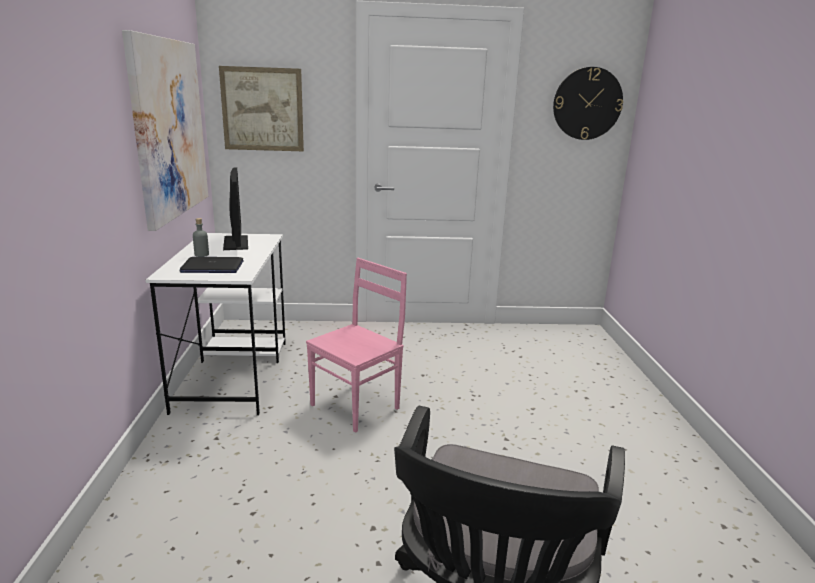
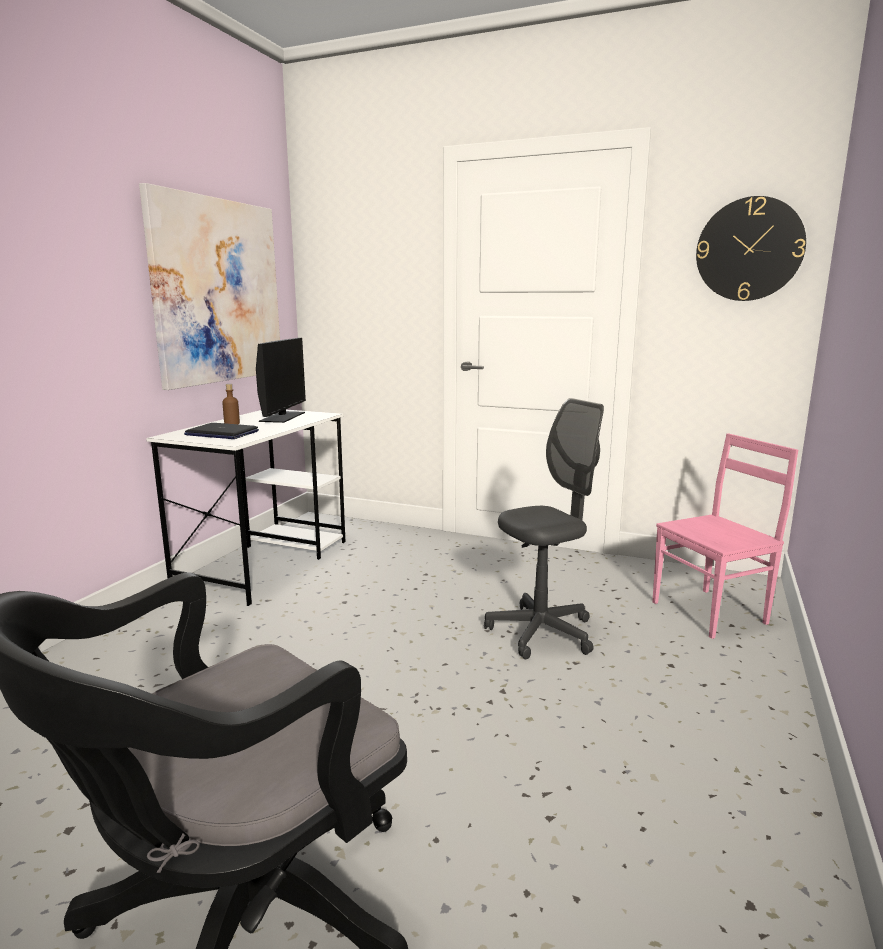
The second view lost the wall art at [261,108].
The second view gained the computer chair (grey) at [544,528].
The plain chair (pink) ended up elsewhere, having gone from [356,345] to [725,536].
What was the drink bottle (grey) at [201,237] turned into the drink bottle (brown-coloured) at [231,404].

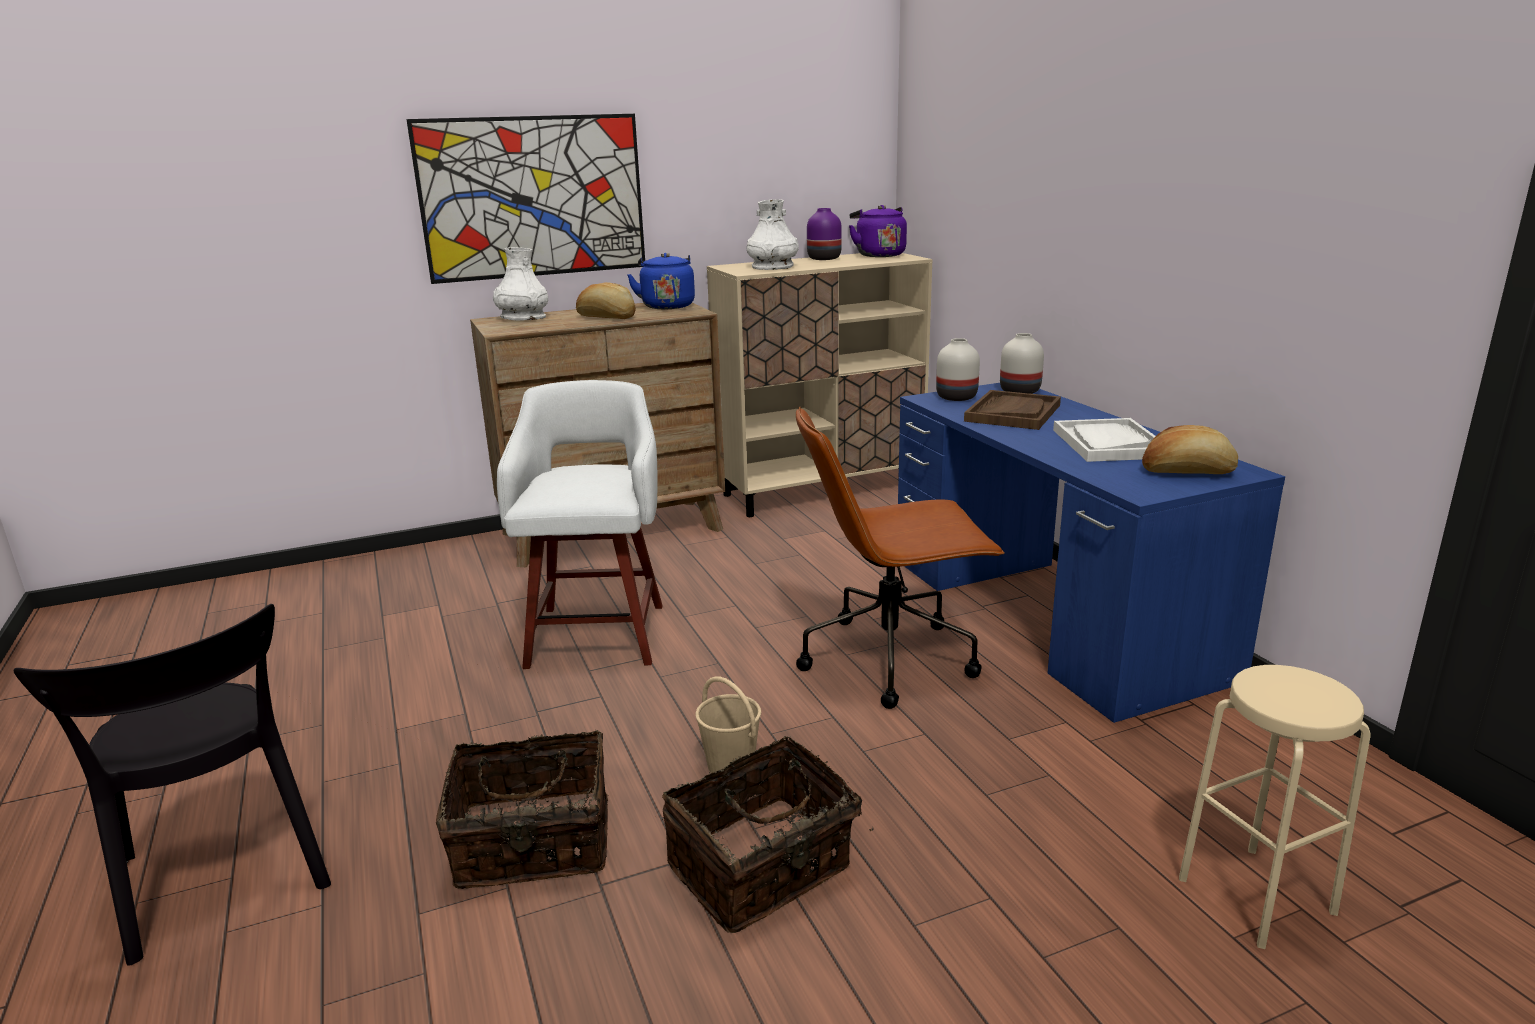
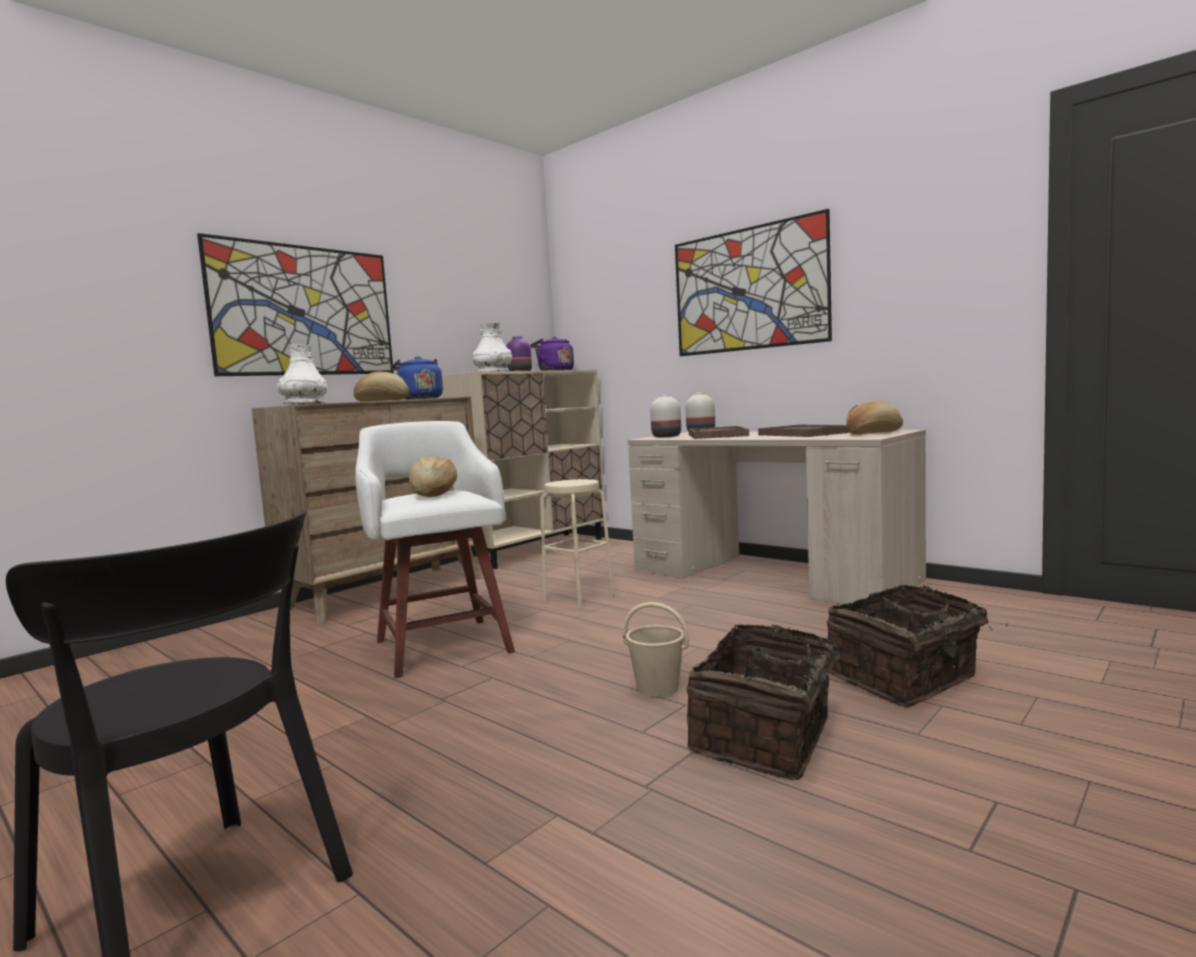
The second view lost the computer chair (brown-coloured) at [900,558].
The second view gained the bakery bread at [433,476].
The second view gained the wall art at [753,282].
The basket ended up elsewhere, having gone from [522,809] to [917,646].
The stool (beige) ended up elsewhere, having gone from [1275,807] to [577,543].
What was the desk (bluish) at [1091,553] turned into the desk (beige) at [777,517].
What was the tray (white) at [1104,440] turned into the tray (brown-coloured) at [804,431].

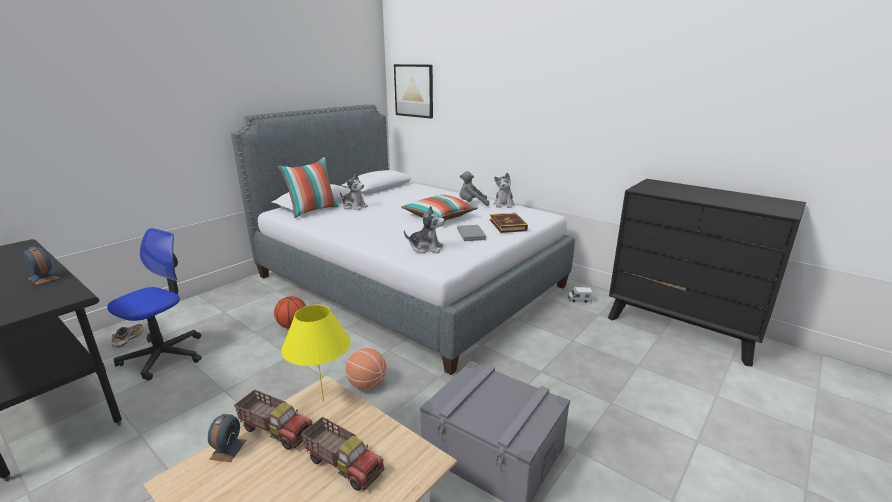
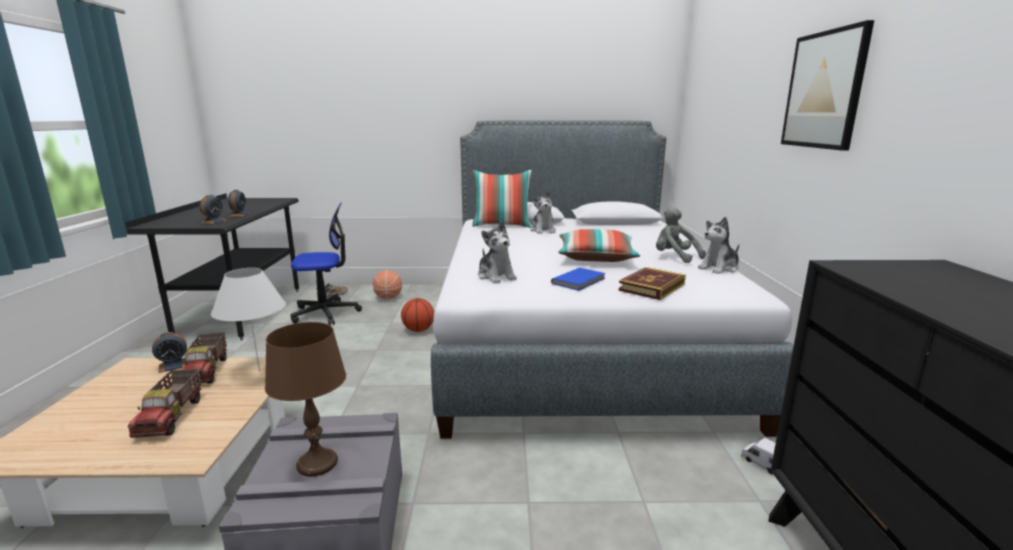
The second view gained the table clock at [213,209].
The second view gained the tabletop lamp (brown-coloured) at [305,399].
The basketball ball ended up elsewhere, having gone from [365,369] to [387,284].
The wall art ended up elsewhere, having gone from [413,91] to [827,85].
What was the tabletop lamp (yellow) at [316,353] turned into the tabletop lamp (white) at [248,320].
What was the book (grey) at [471,233] turned into the book (bluish) at [578,279].

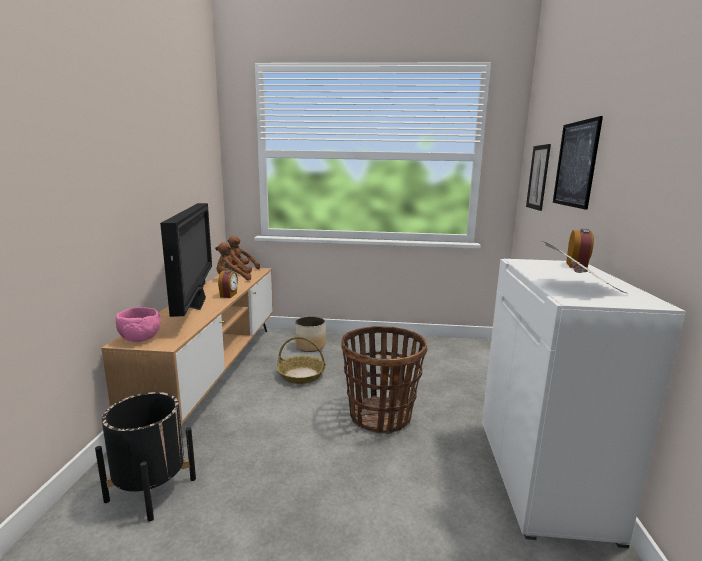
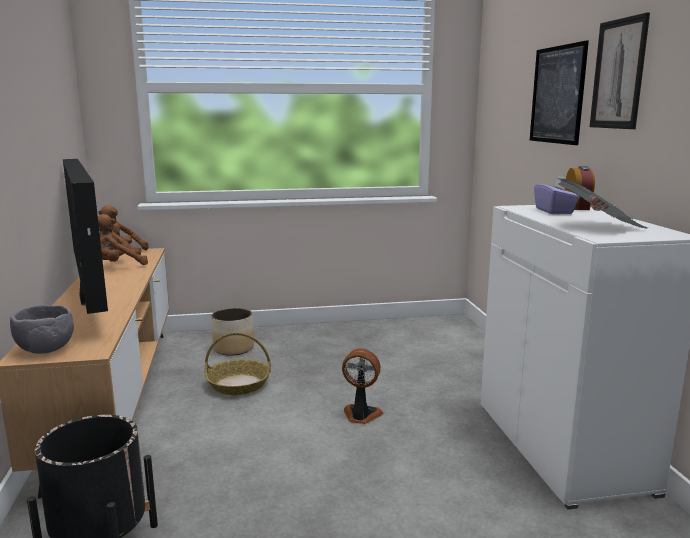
The second view lost the table clock at [228,284].
The second view gained the tissue box (purple) at [556,195].
The wall art ended up elsewhere, having gone from [538,177] to [620,70].
Where the basket stood at [384,380], the fan came to stand at [363,386].
What was the serving bowl (pink) at [138,324] turned into the serving bowl (grey) at [42,329].

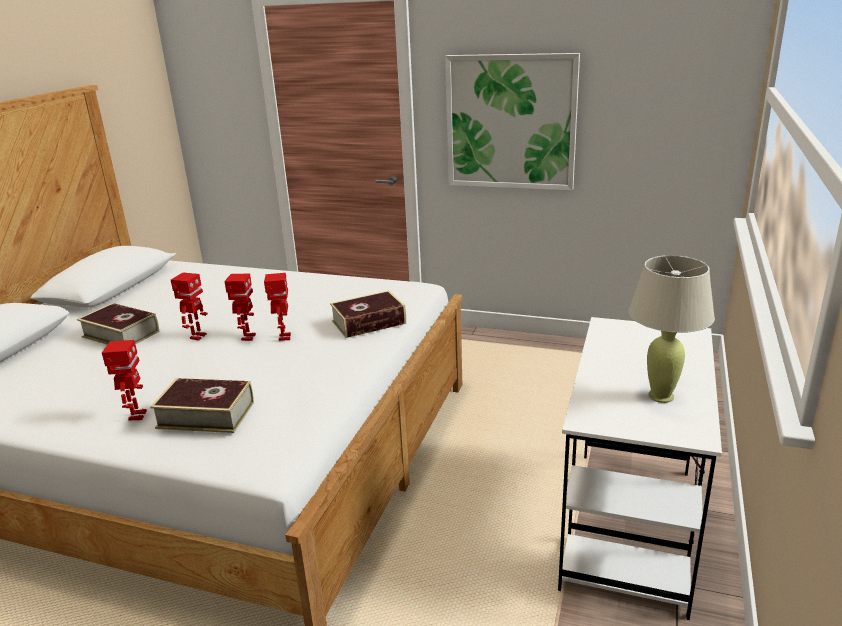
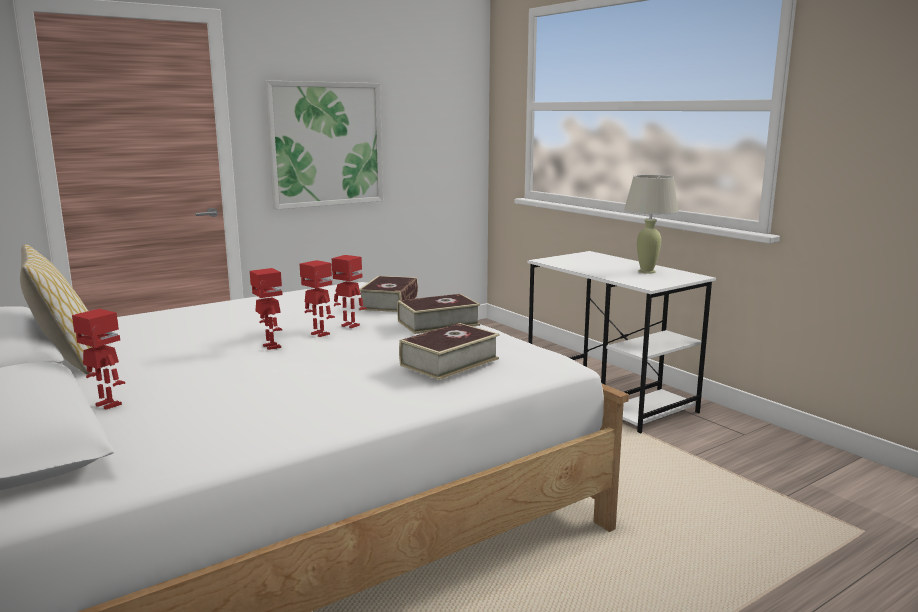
The second view gained the pillow at [56,309].
The book ended up elsewhere, having gone from [118,324] to [438,314].
The model robot ended up elsewhere, having gone from [124,380] to [98,359].

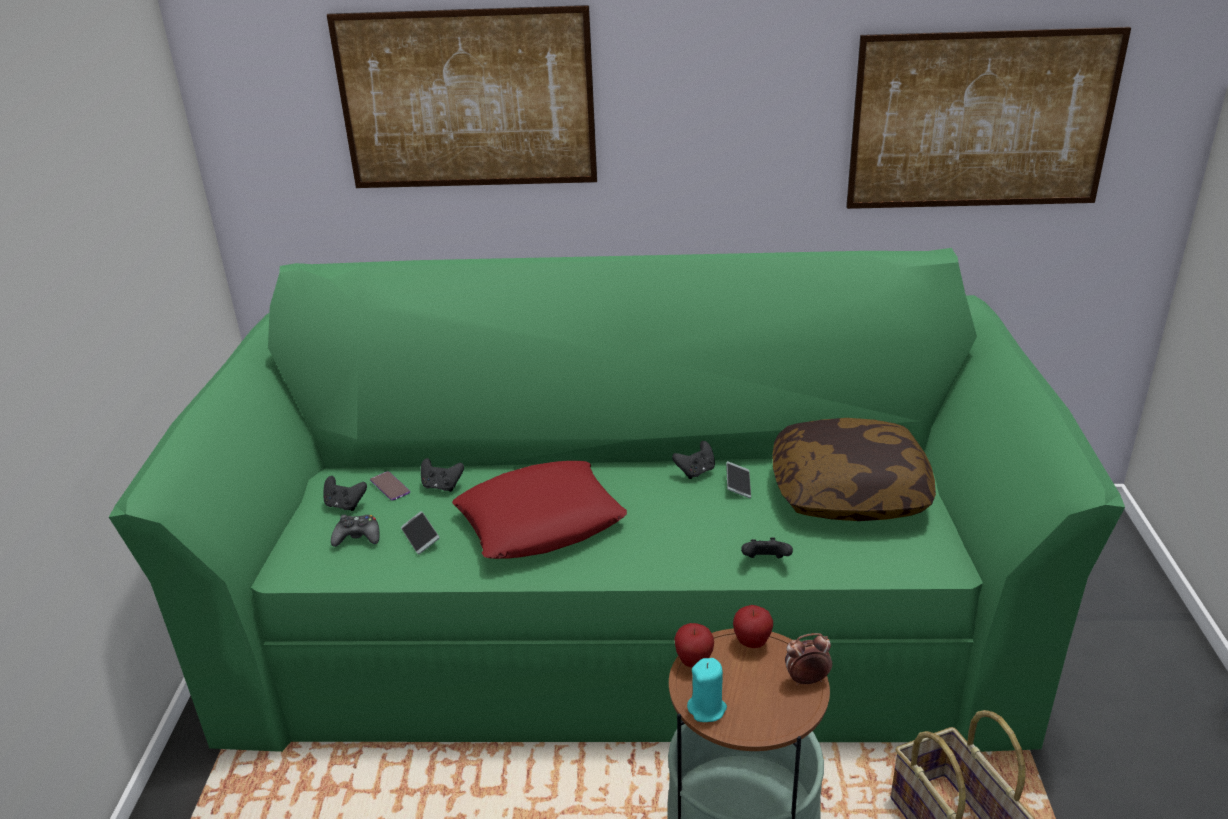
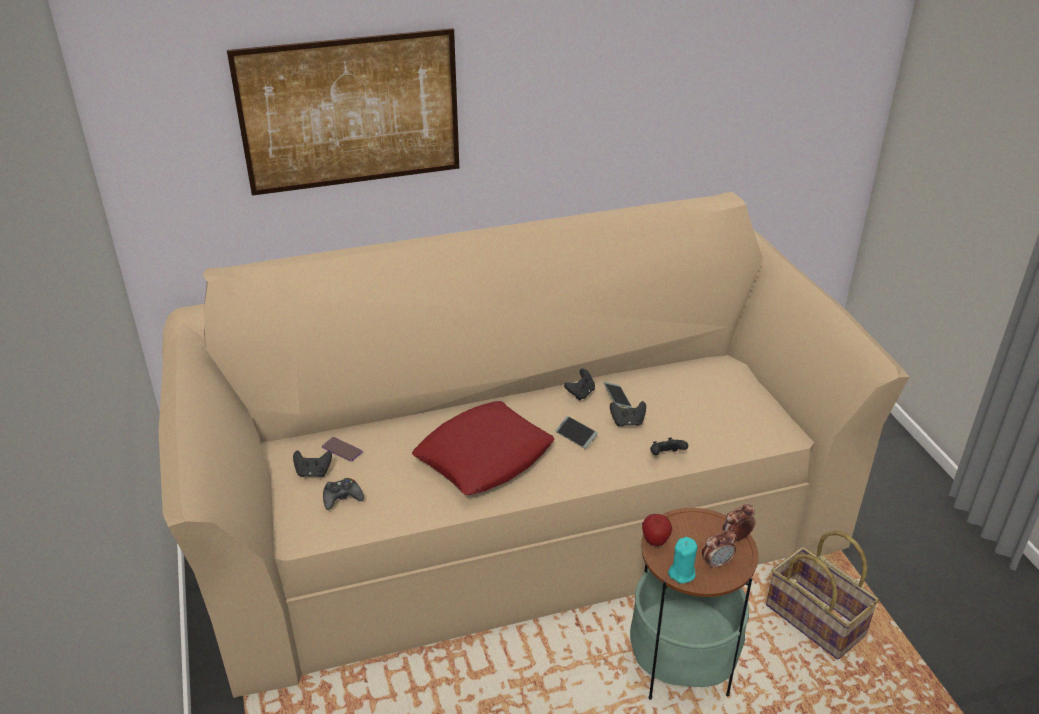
The second view lost the whole apple at [753,626].
The second view lost the pillow at [854,469].
The second view lost the wall art at [988,118].
The second view gained the table clock at [719,549].
The telephone ended up elsewhere, having gone from [420,532] to [577,432].
The game controller (black-coloured) ended up elsewhere, having gone from [442,475] to [628,413].
What was the couch (green) at [617,500] turned into the couch (beige) at [534,445].

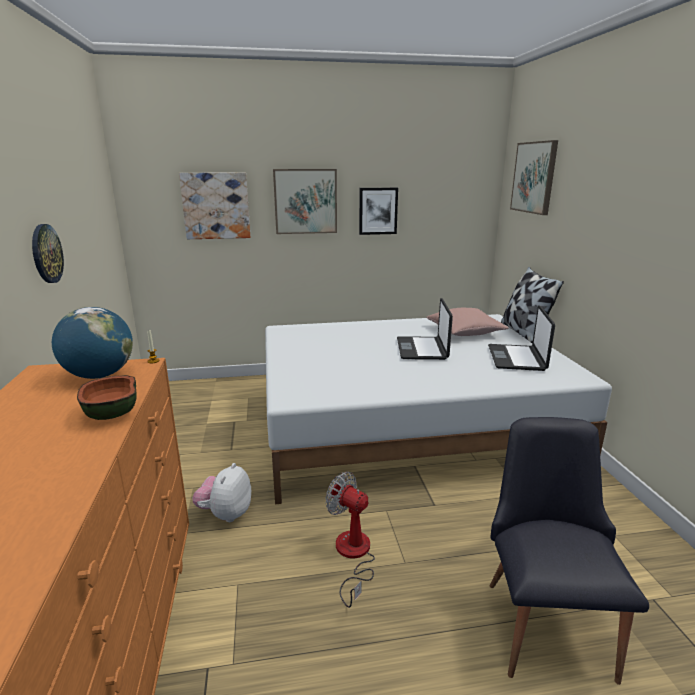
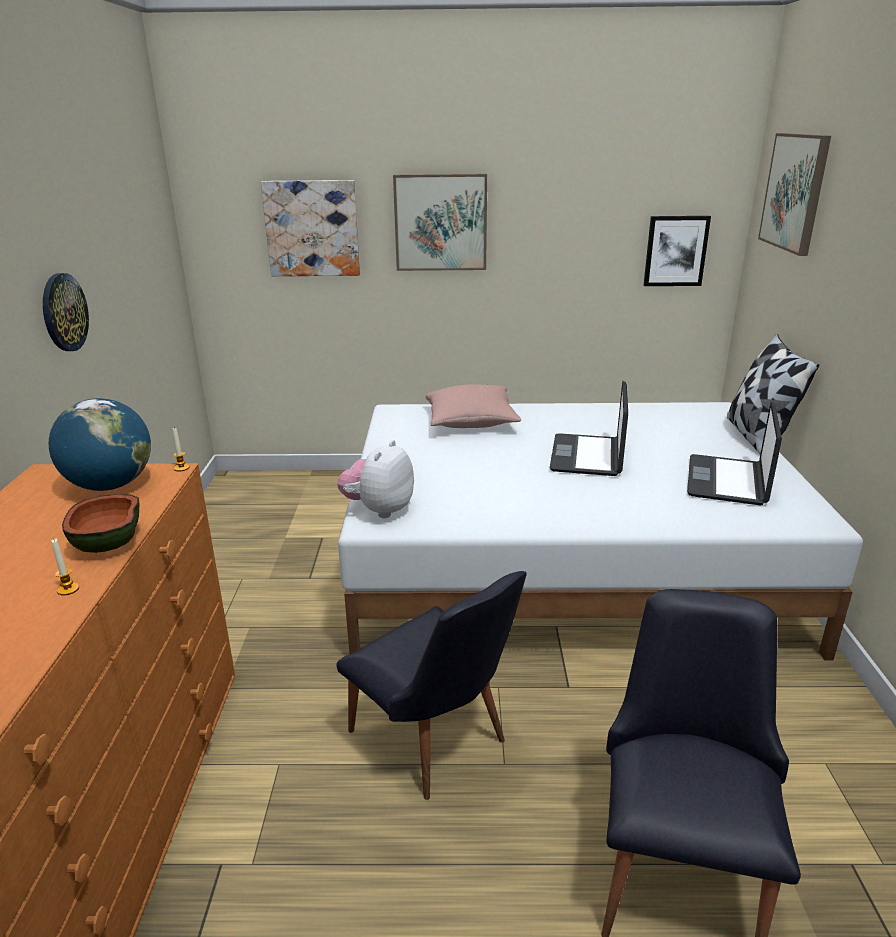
The second view gained the candle at [65,567].
The plush toy ended up elsewhere, having gone from [222,492] to [375,479].
The wall art ended up elsewhere, having gone from [378,211] to [677,251].
The pillow (pink) ended up elsewhere, having gone from [467,322] to [473,406].
Where the fan stood at [350,540], the plain chair (black-coloured) came to stand at [432,685].

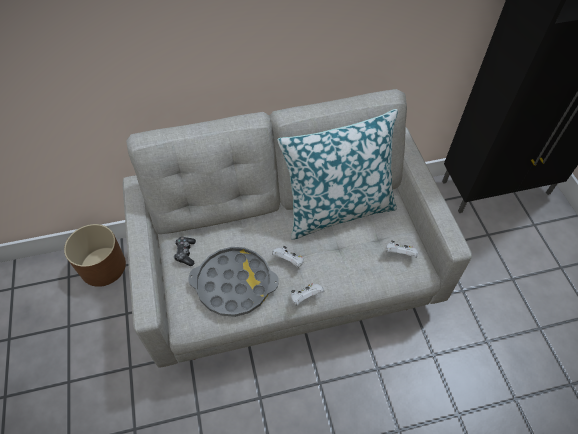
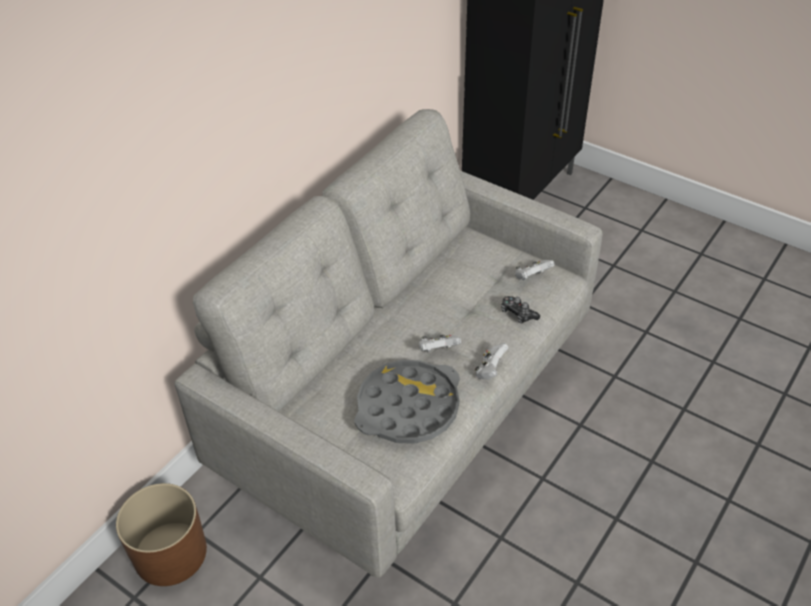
The second view lost the pillow at [338,174].
The game controller ended up elsewhere, having gone from [185,251] to [520,309].

